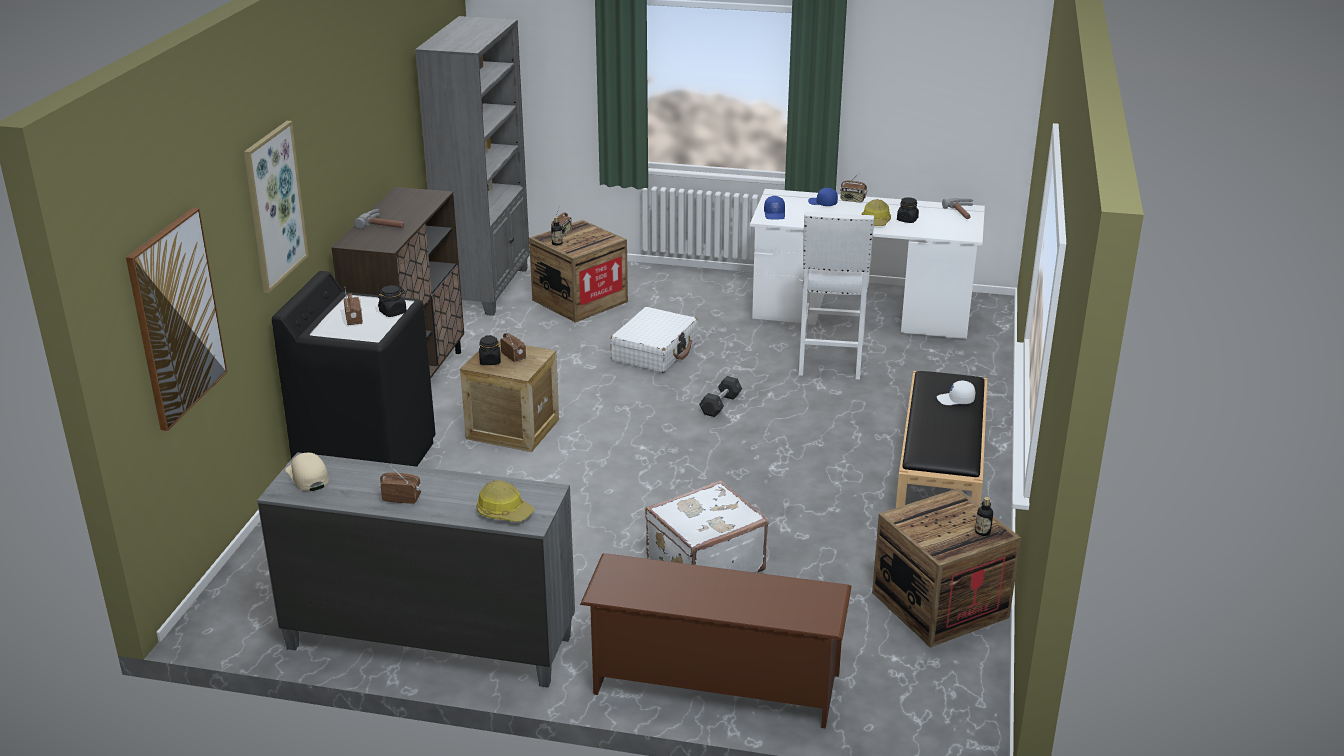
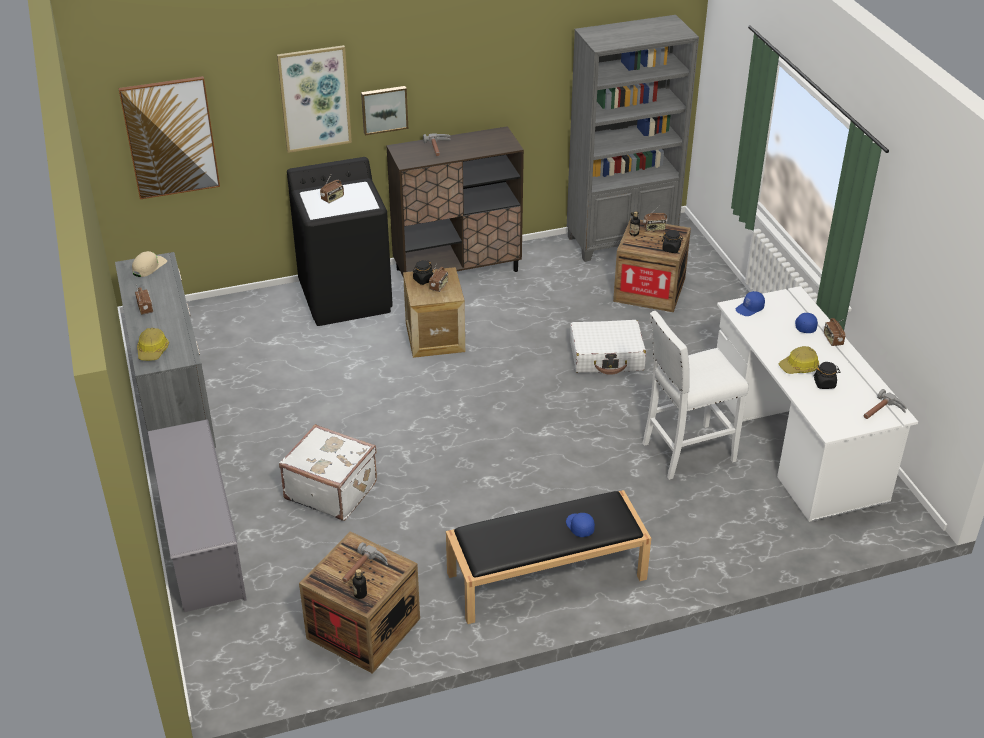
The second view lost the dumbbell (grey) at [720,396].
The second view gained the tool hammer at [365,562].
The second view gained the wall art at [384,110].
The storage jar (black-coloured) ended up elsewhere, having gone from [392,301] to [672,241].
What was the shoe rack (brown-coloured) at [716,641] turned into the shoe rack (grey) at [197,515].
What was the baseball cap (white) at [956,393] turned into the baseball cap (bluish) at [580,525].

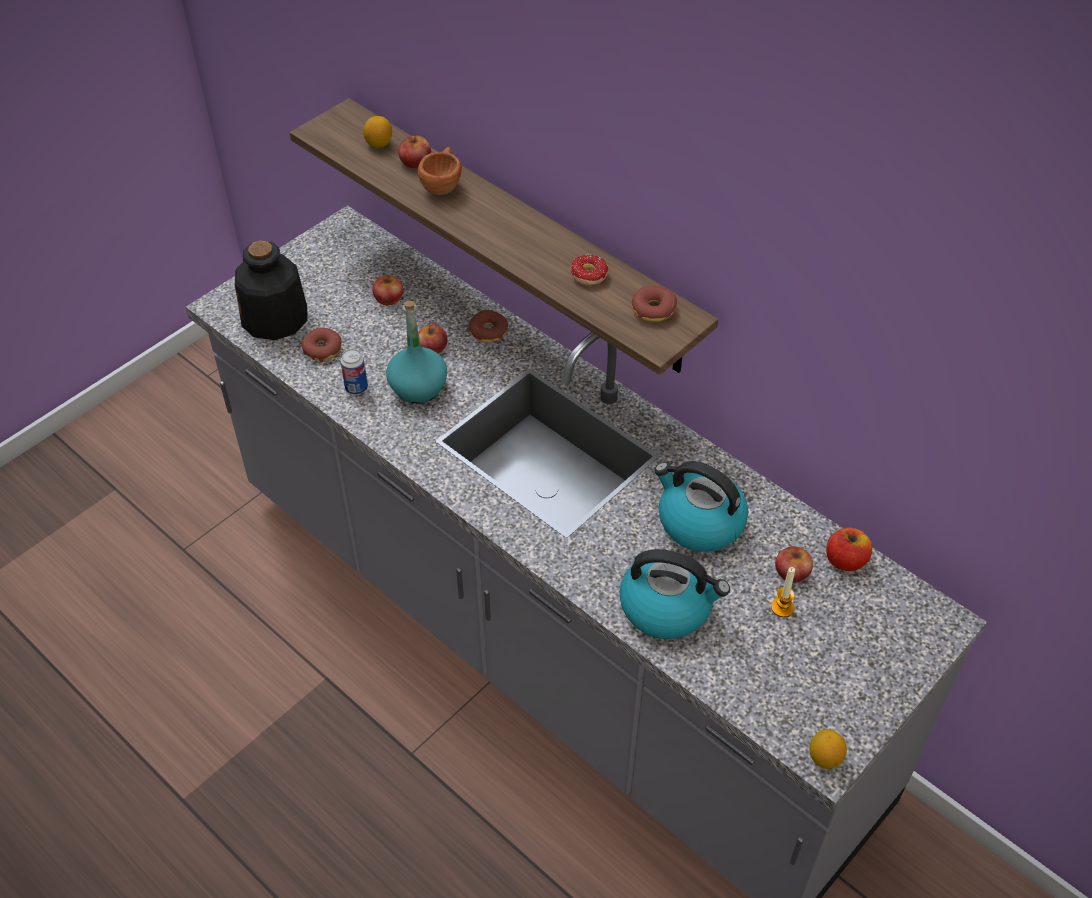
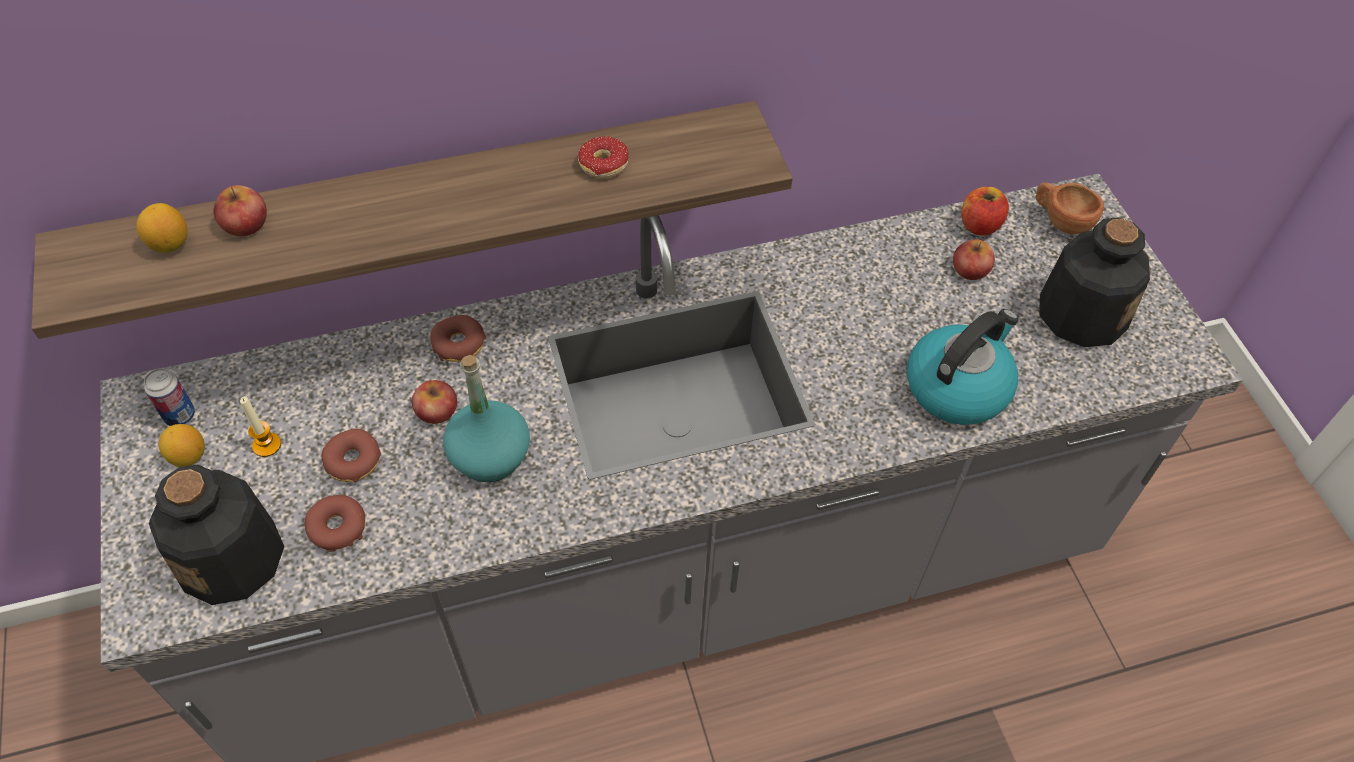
The second view lost the whole apple at [387,290].
The second view lost the tea kettle at [701,506].
The second view gained the drink bottle at [1094,282].
The sealed can ended up elsewhere, having gone from [354,372] to [169,397].
The small cup (brown-coloured) ended up elsewhere, having gone from [440,171] to [1070,208].
The donut ended up elsewhere, having gone from [654,304] to [351,455].
The candle ended up elsewhere, having gone from [783,592] to [260,426].
The lemon ended up elsewhere, having gone from [828,749] to [182,445].

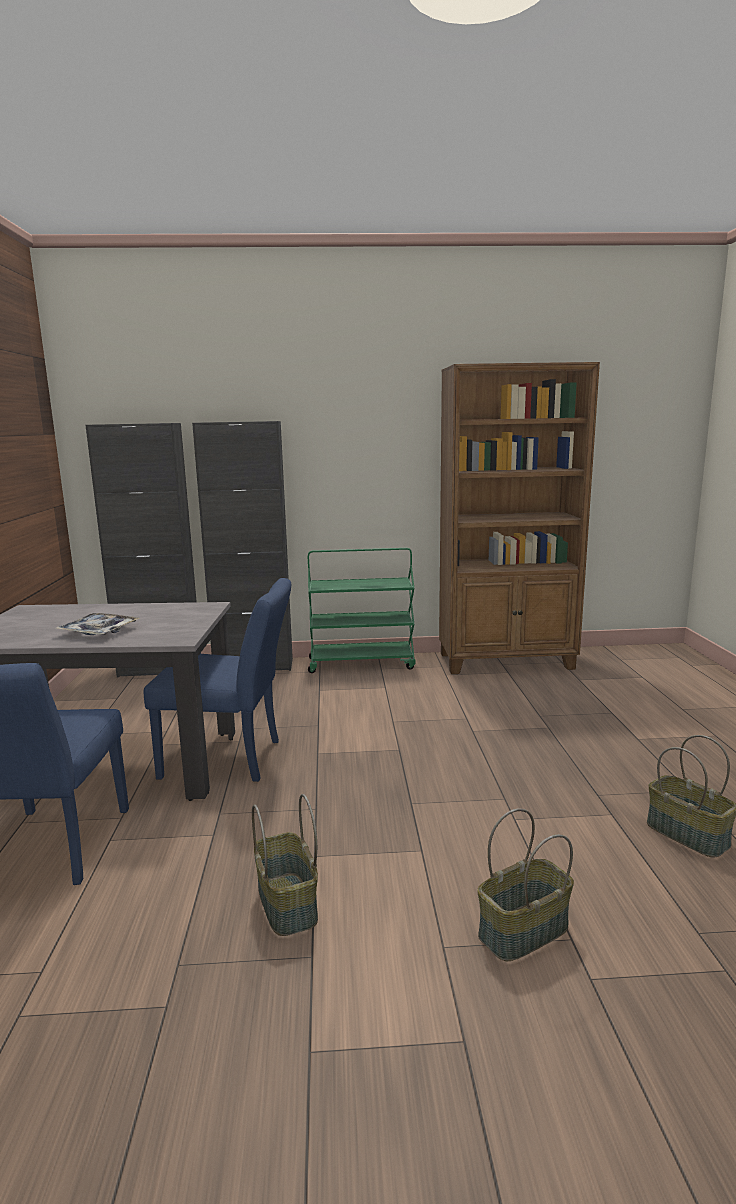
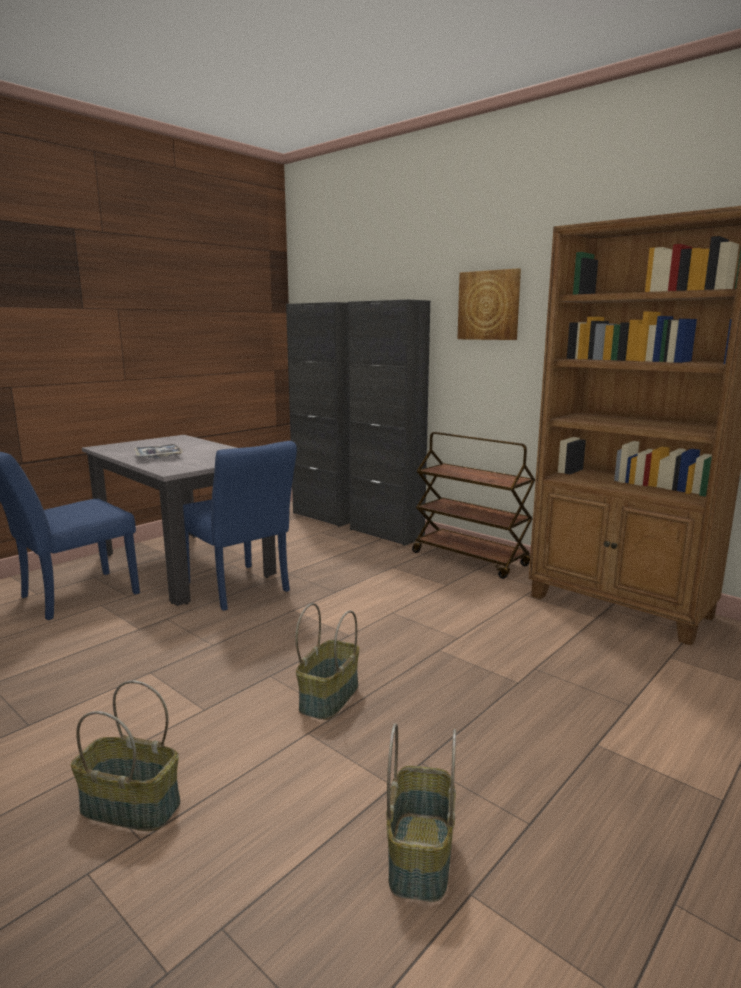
The second view gained the wall art at [489,304].
The basket ended up elsewhere, having gone from [285,865] to [327,661].
What was the cart (green) at [362,610] turned into the cart (brown-coloured) at [473,505].

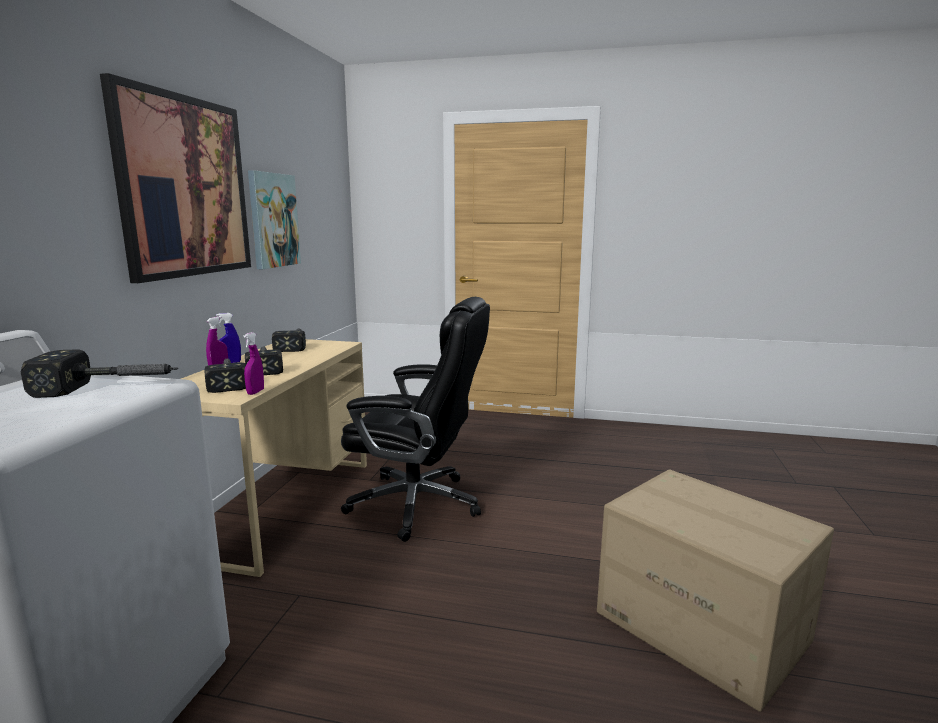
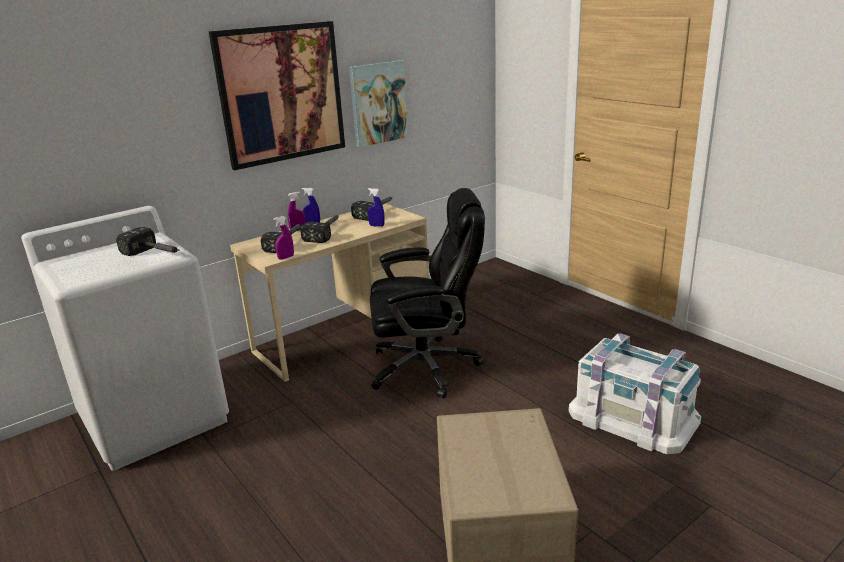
The second view gained the spray bottle (bluish) at [376,207].
The second view gained the storage bin (white) at [635,394].
The computer chair (black-coloured) at [415,419] ended up facing another way, 60 degrees counterclockwise from before.

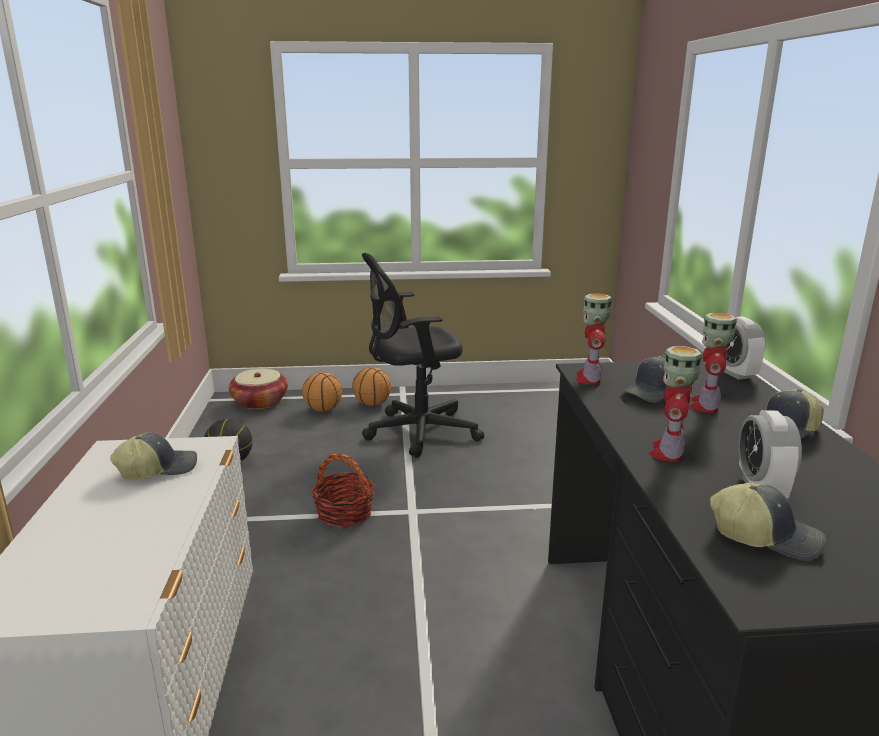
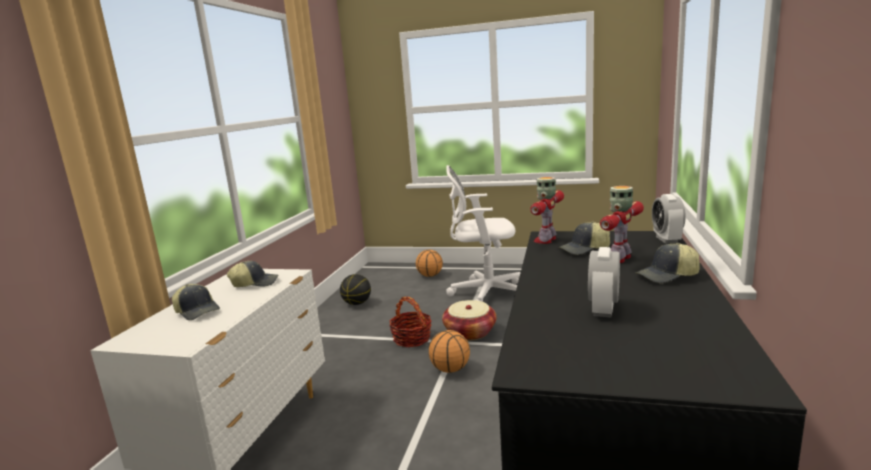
The second view lost the model robot at [675,404].
The basket ended up elsewhere, having gone from [258,389] to [469,320].
The basketball ball ended up elsewhere, having gone from [371,386] to [449,351].
The baseball cap ended up elsewhere, having gone from [768,521] to [196,302].
What was the computer chair (black-coloured) at [423,355] turned into the computer chair (white) at [483,233].

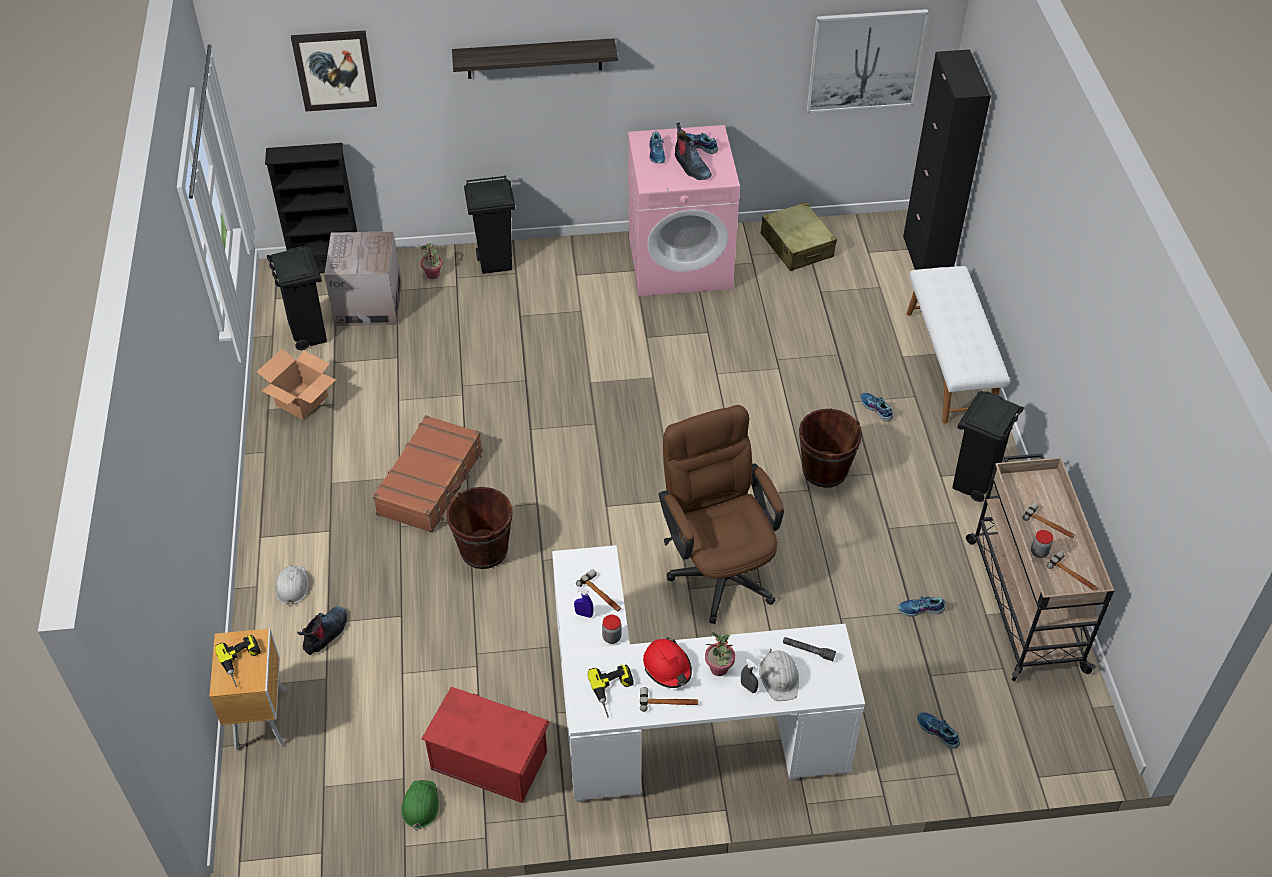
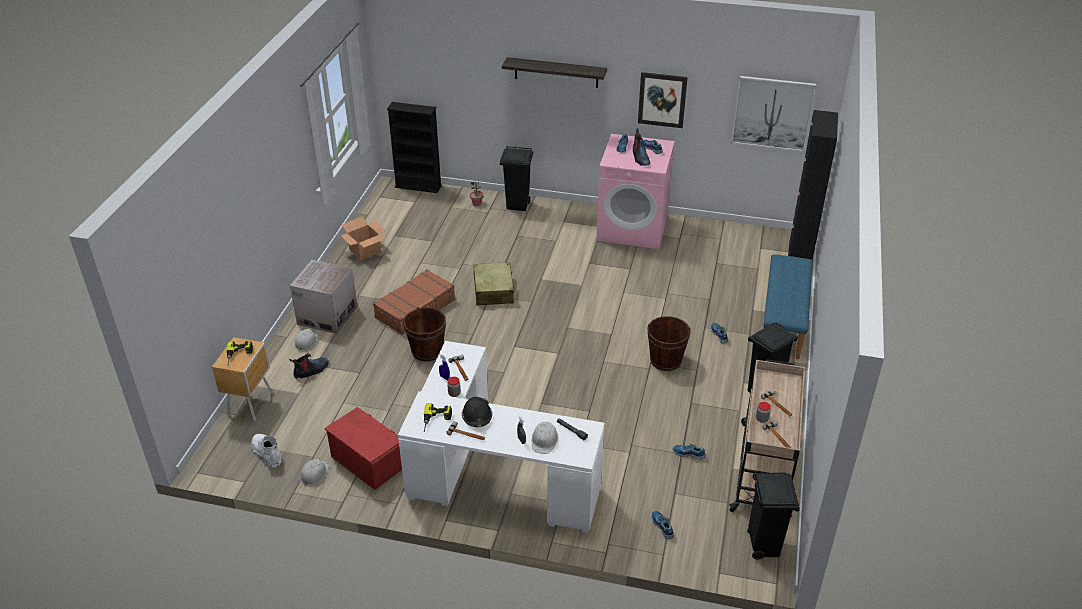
The second view lost the computer chair (brown-coloured) at [721,514].
The second view lost the potted plant at [720,654].
The second view gained the boot (white) at [266,451].
The waste bin (black-coloured) ended up elsewhere, having gone from [297,298] to [773,516].
The wall art ended up elsewhere, having gone from [334,71] to [663,100].
The cardboard box ended up elsewhere, having gone from [363,278] to [324,297].
The suitcase (beige) ended up elsewhere, having gone from [799,236] to [494,283].
What was the work helmet (green) at [420,805] turned into the work helmet (white) at [314,472].
What was the work helmet (red-coloured) at [667,662] turned into the work helmet (black-coloured) at [477,412].
What was the long seat (white) at [958,345] turned into the long seat (bluish) at [787,306].

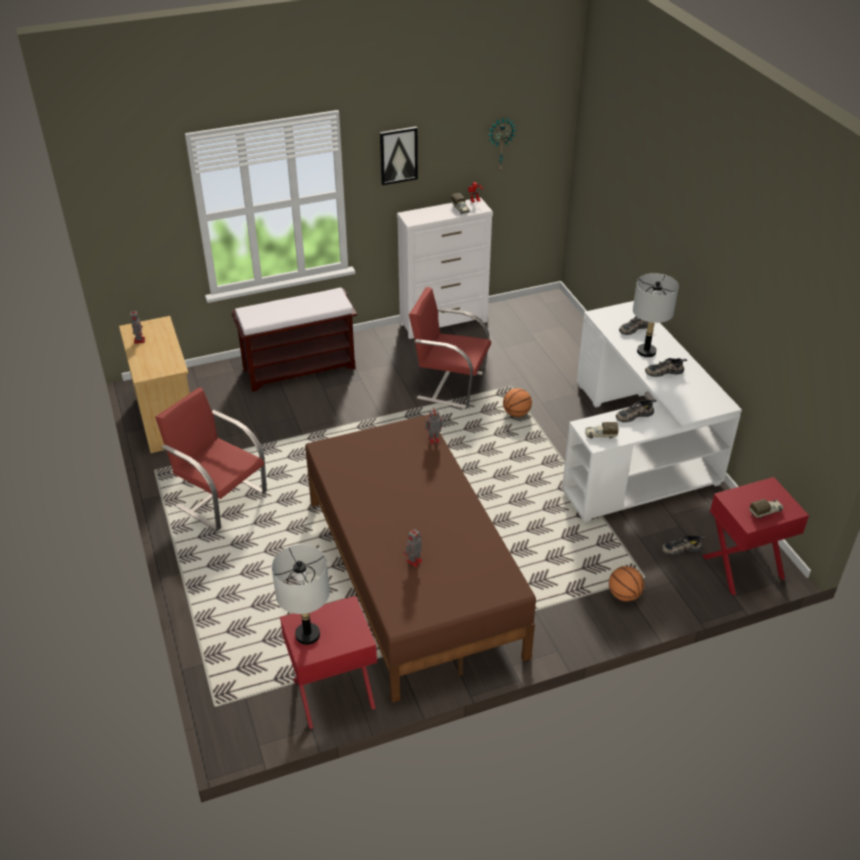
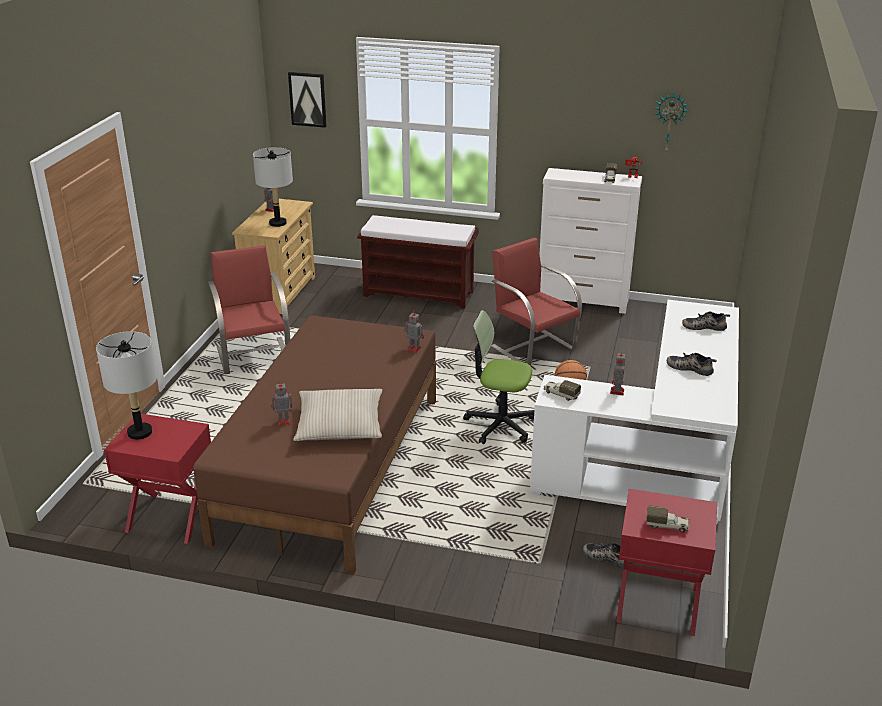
The second view lost the basketball ball at [626,583].
The second view gained the pillow (beige) at [338,415].
The second view gained the computer chair at [498,377].
The wall art ended up elsewhere, having gone from [399,156] to [307,100].
The tabletop lamp (grey) ended up elsewhere, having gone from [656,315] to [273,187].
Where the item of footwear stood at [636,411], the model robot came to stand at [617,372].

